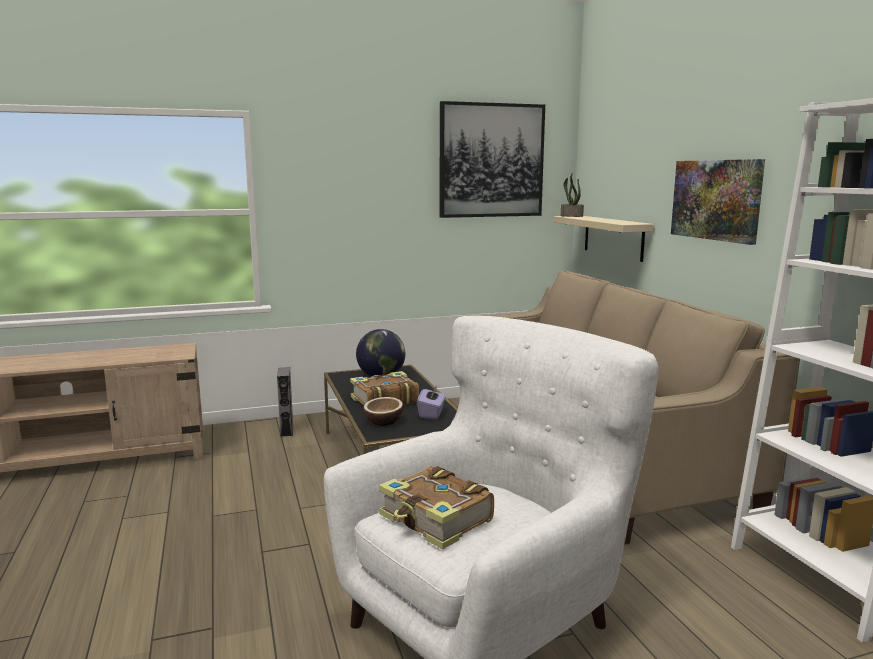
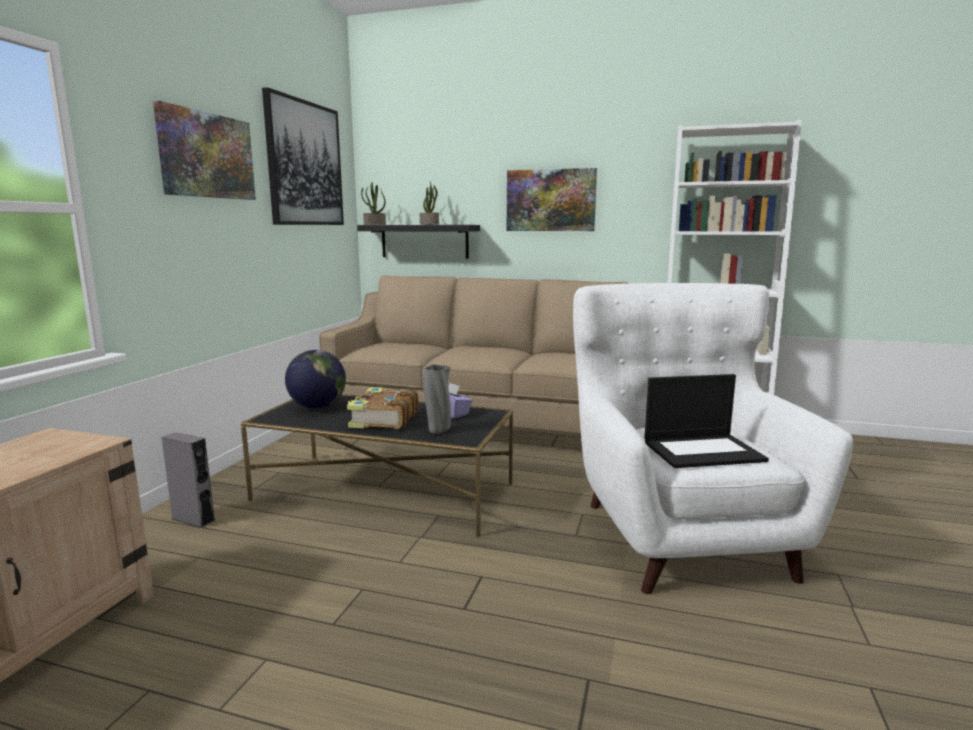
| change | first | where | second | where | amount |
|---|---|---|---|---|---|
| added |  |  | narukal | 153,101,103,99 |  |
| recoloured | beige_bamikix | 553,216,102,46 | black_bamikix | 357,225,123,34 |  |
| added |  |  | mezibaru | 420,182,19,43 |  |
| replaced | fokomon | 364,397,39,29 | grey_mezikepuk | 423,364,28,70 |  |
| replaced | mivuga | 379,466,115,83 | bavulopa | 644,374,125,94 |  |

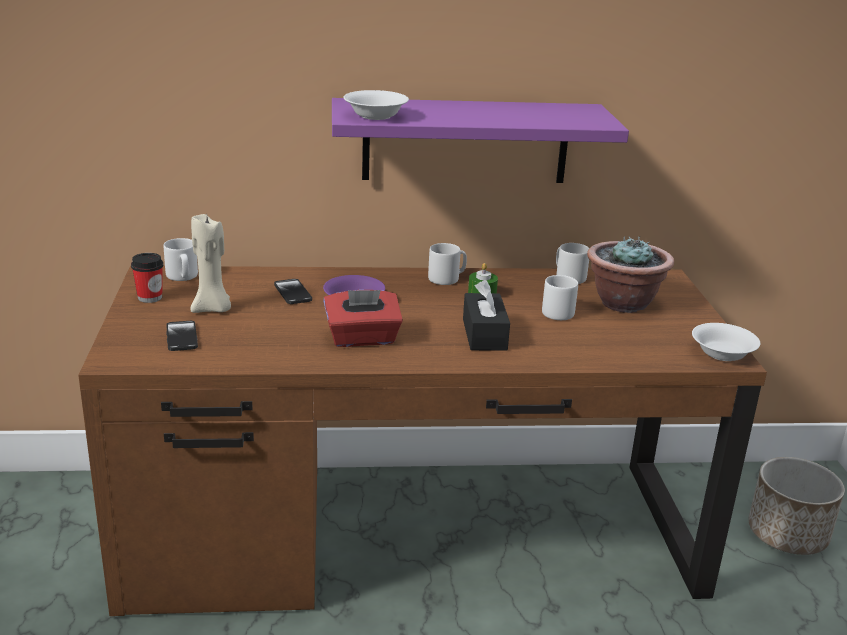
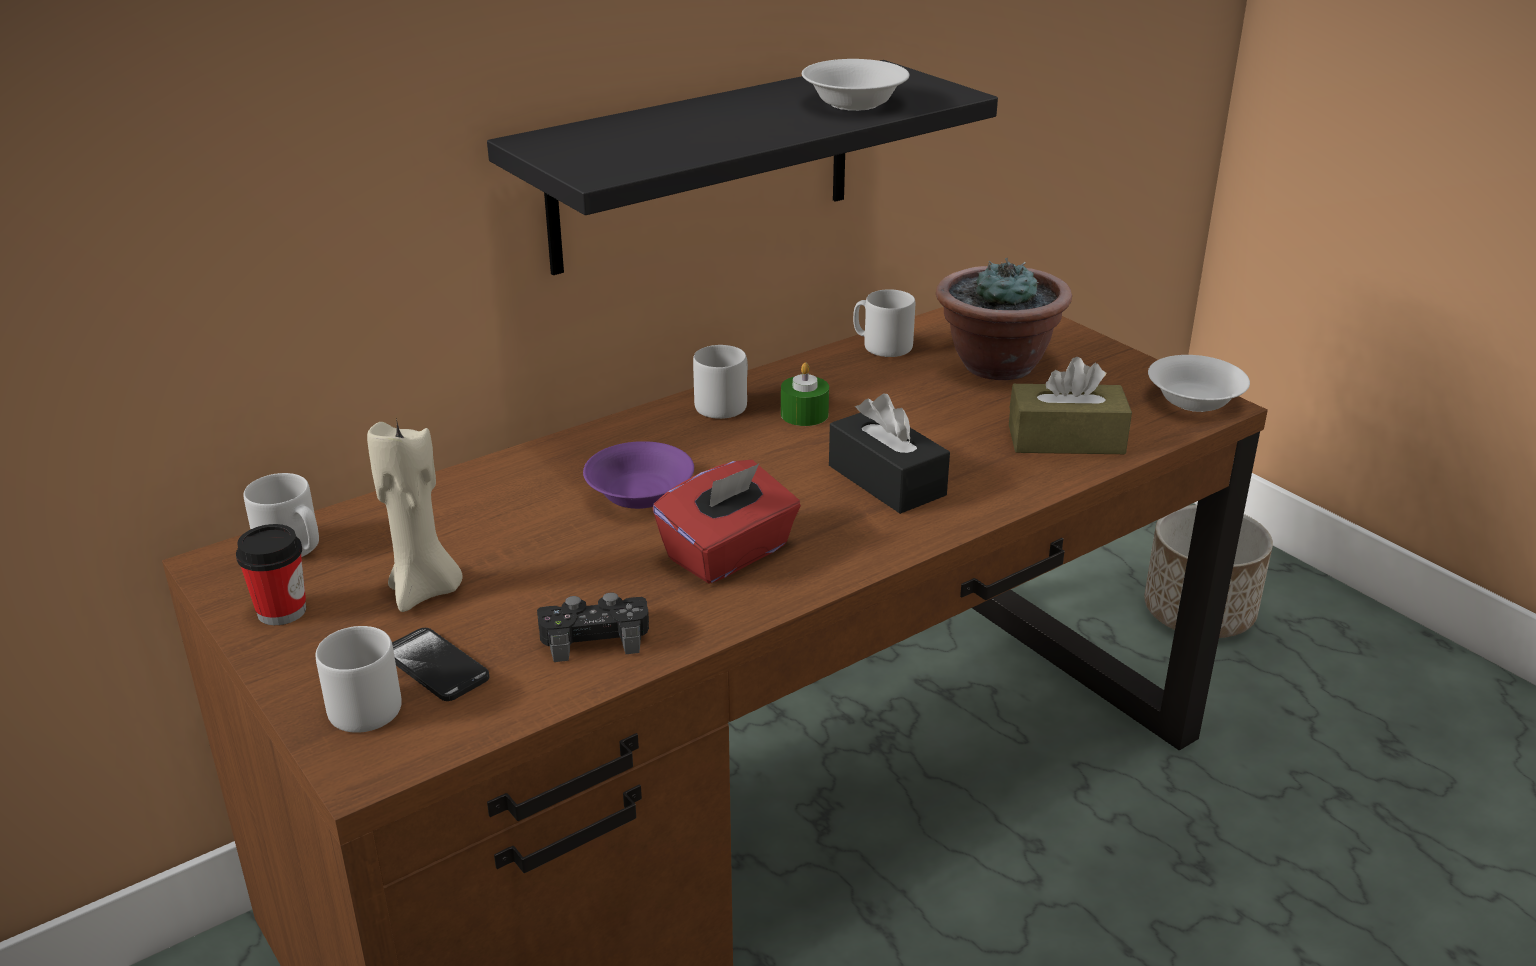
| change | first | where | second | where | amount |
|---|---|---|---|---|---|
| moved | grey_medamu | 542,275,36,45 |  | 316,626,86,107 |  |
| recoloured | purple_bamikix | 332,98,297,85 | black_bamikix | 487,60,511,215 |  |
| added |  |  | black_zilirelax | 537,592,112,70 |  |
| moved | white_fokomon | 343,90,66,30 |  | 802,59,107,52 |  |
| added |  |  | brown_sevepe | 1009,357,123,97 |  |
| removed | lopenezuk | 274,279,38,25 |  |  |  |

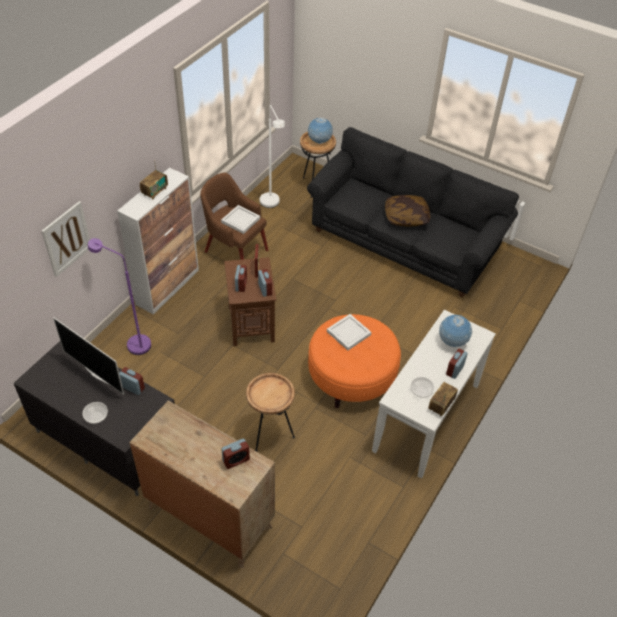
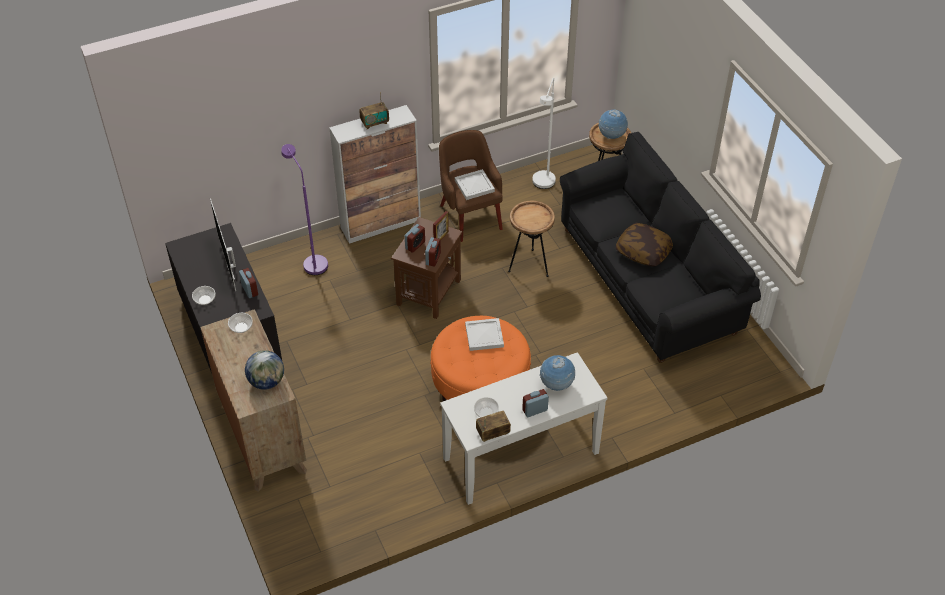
| change | first | where | second | where | amount |
|---|---|---|---|---|---|
| added |  |  | fokomon | 228,313,25,20 |  |
| replaced | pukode | 222,438,28,31 | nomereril | 245,350,39,40 |  |
| moved | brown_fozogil | 246,373,49,78 |  | 508,201,47,76 |  |
| removed | narukal | 42,201,48,76 |  |  |  |

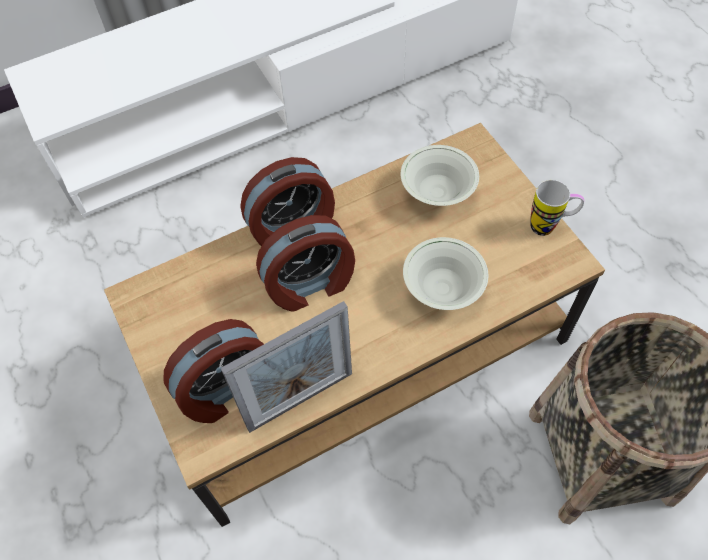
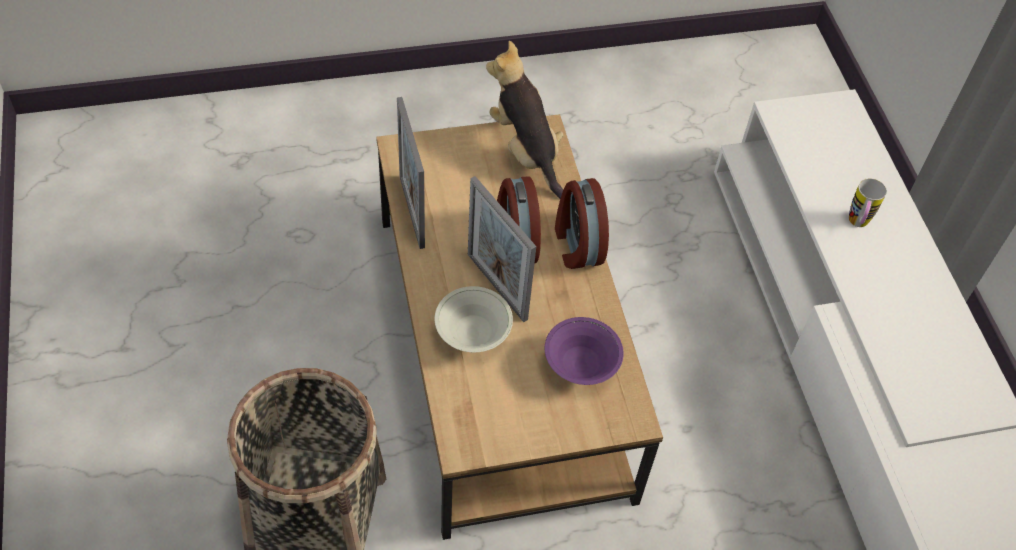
| change | first | where | second | where | amount |
|---|---|---|---|---|---|
| added |  |  | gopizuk | 468,176,68,146 |  |
| added |  |  | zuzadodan | 486,41,78,158 |  |
| recoloured | white_fokomon | 401,145,78,61 | purple_fokomon | 545,317,79,68 |  |
| moved | medamu | 530,180,54,56 |  | 849,178,38,49 |  |
| removed | pukode | 164,319,100,104 |  |  |  |

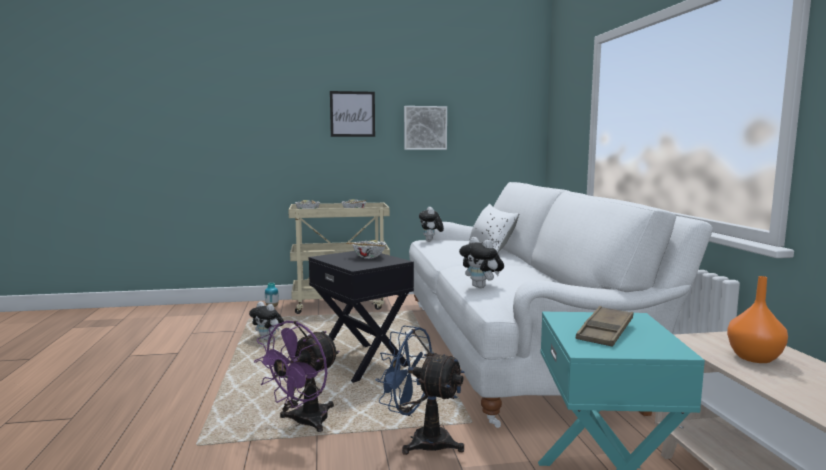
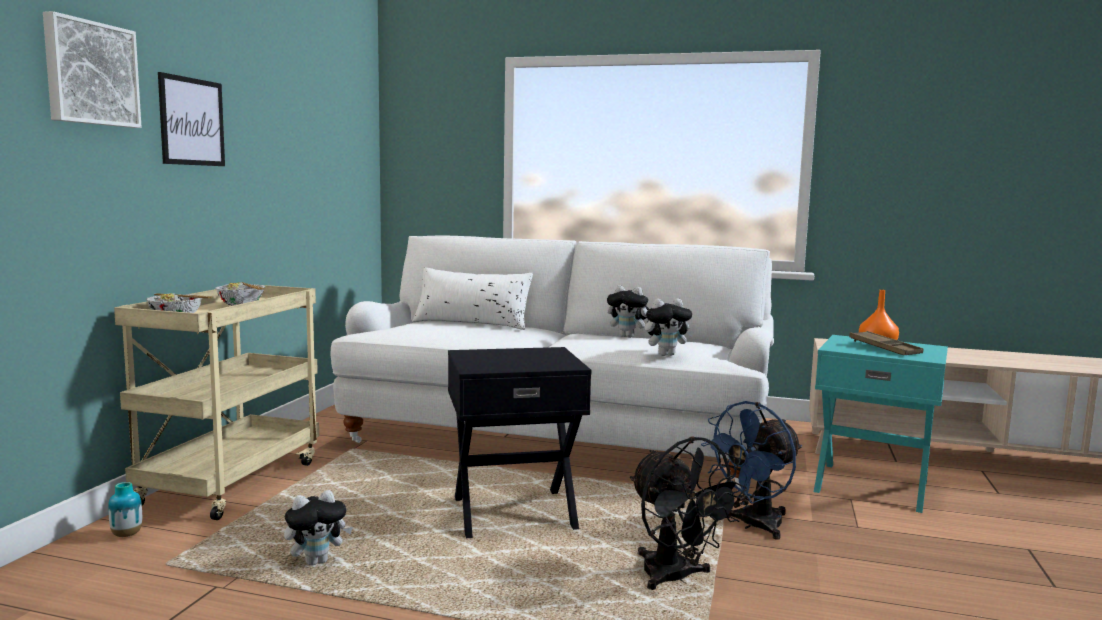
| change | first | where | second | where | amount |
|---|---|---|---|---|---|
| moved | narukal | 404,106,43,44 |  | 43,11,98,117 |  |
| moved | zuzadodan | 419,207,25,34 |  | 607,285,42,53 |  |
| recoloured | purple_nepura | 254,321,85,111 | black_nepura | 630,436,117,154 |  |
| removed | fokomon | 346,240,40,19 |  |  |  |

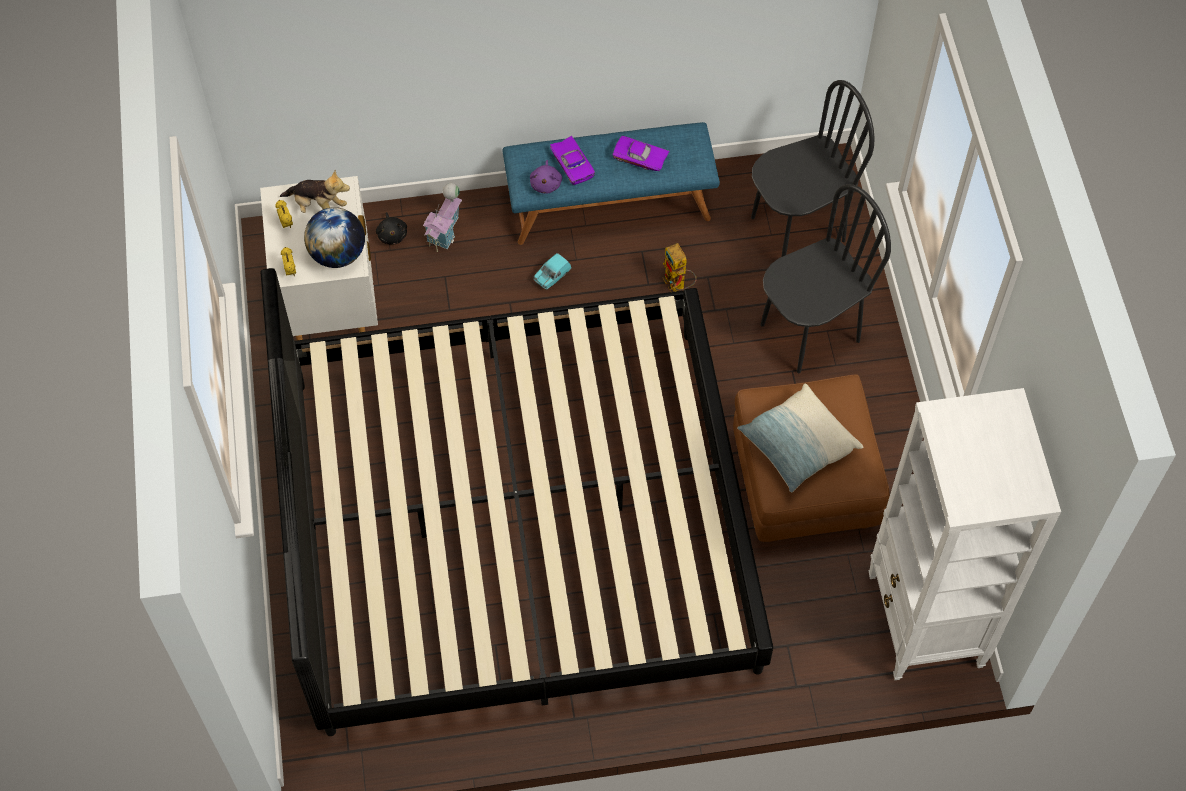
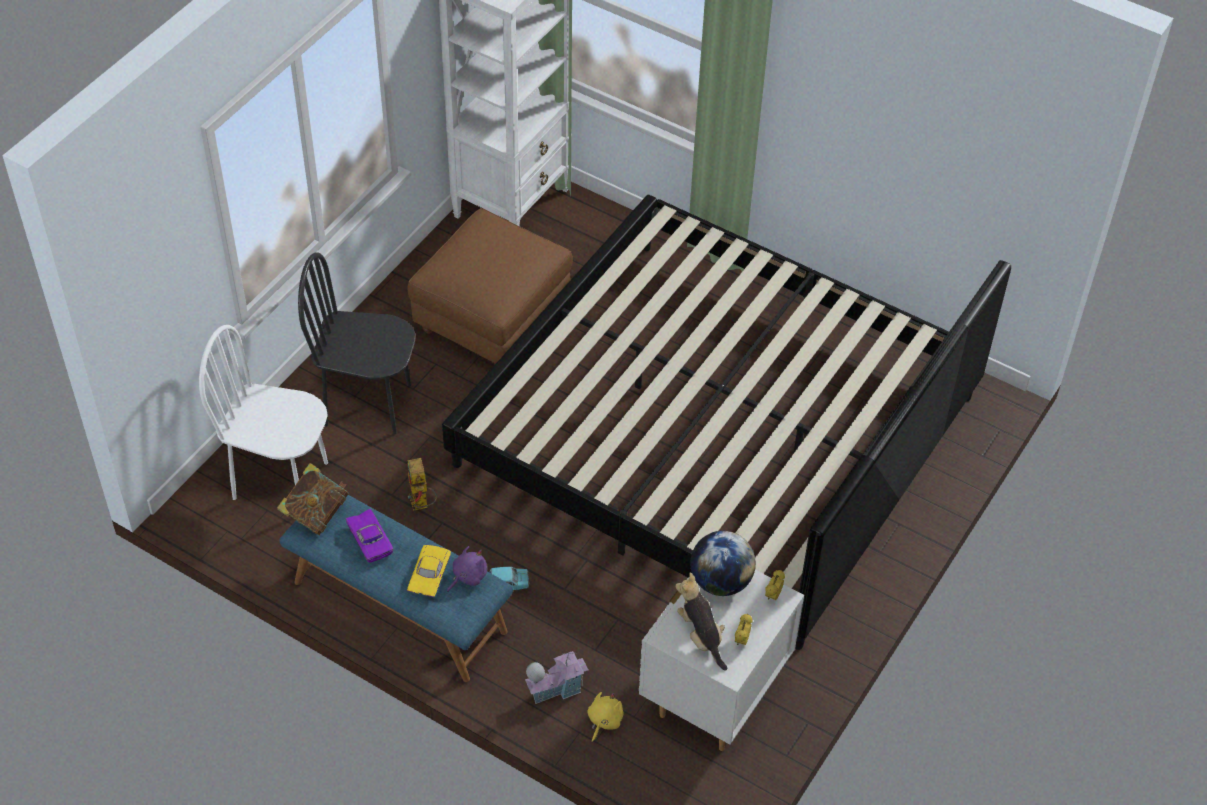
| change | first | where | second | where | amount |
|---|---|---|---|---|---|
| recoloured | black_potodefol | 751,80,124,177 | white_potodefol | 199,325,129,175 |  |
| added |  |  | mivuga | 277,463,72,72 |  |
| turned | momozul | 663,243,34,49 |  | 407,458,30,53 | 150 degrees clockwise |
| recoloured | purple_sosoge | 550,136,45,49 | yellow_sosoge | 407,545,44,52 |  |
| recoloured | black_zuzadodan | 376,212,31,33 | yellow_zuzadodan | 587,692,37,50 |  |
| removed | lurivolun | 737,384,127,108 |  |  |  |

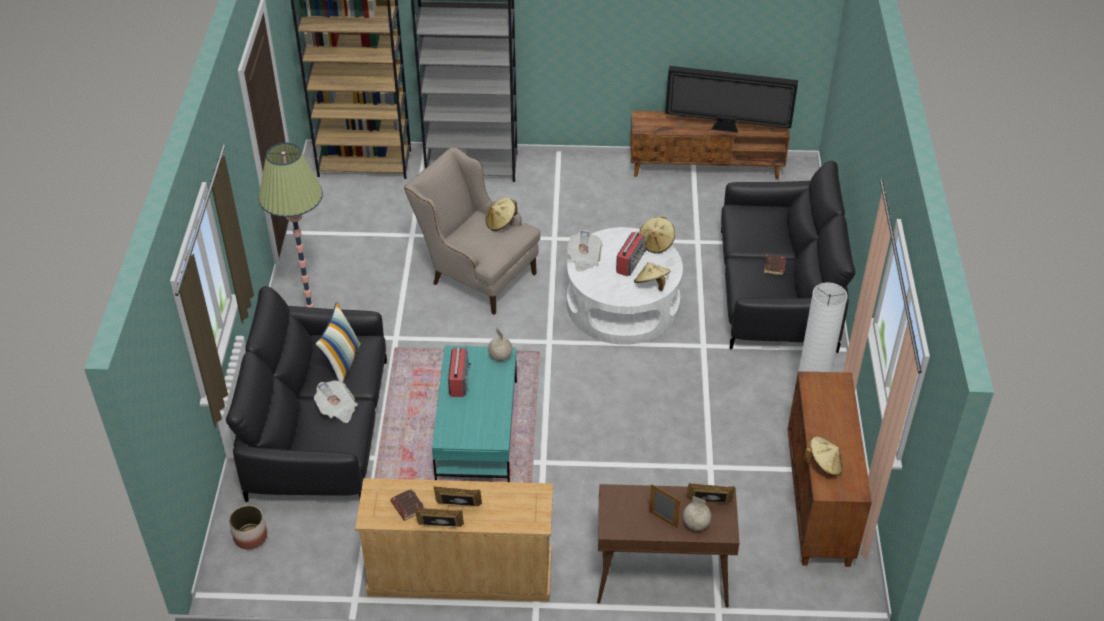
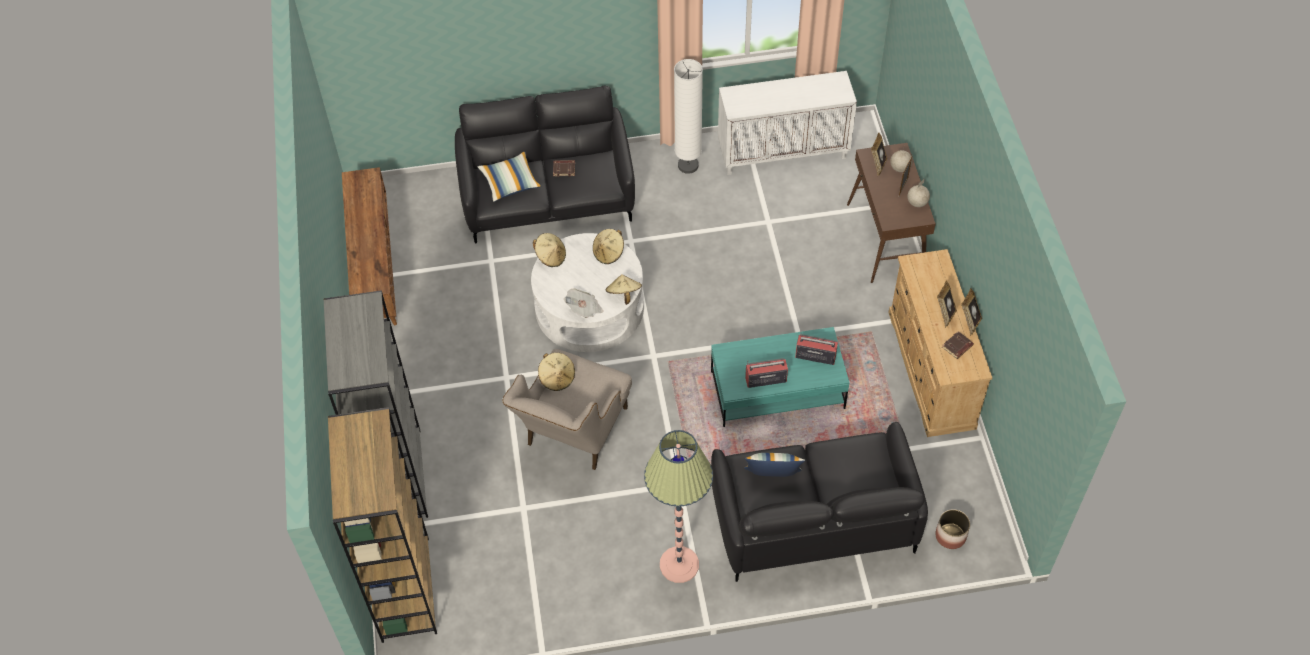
| change | first | where | second | where | amount |
|---|---|---|---|---|---|
| added |  |  | lurivolun | 478,152,63,50 |  |
| moved | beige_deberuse | 804,436,39,40 |  | 606,274,36,31 |  |
| recoloured | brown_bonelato | 788,371,84,196 | white_bonelato | 718,71,139,104 |  |
| moved | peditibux | 616,232,30,45 |  | 795,333,43,32 |  |
| moved | nomereril | 488,328,24,33 |  | 908,178,22,29 |  |
| removed | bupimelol | 314,380,44,43 |  |  |  |
| removed | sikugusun | 665,66,133,67 |  |  |  |

